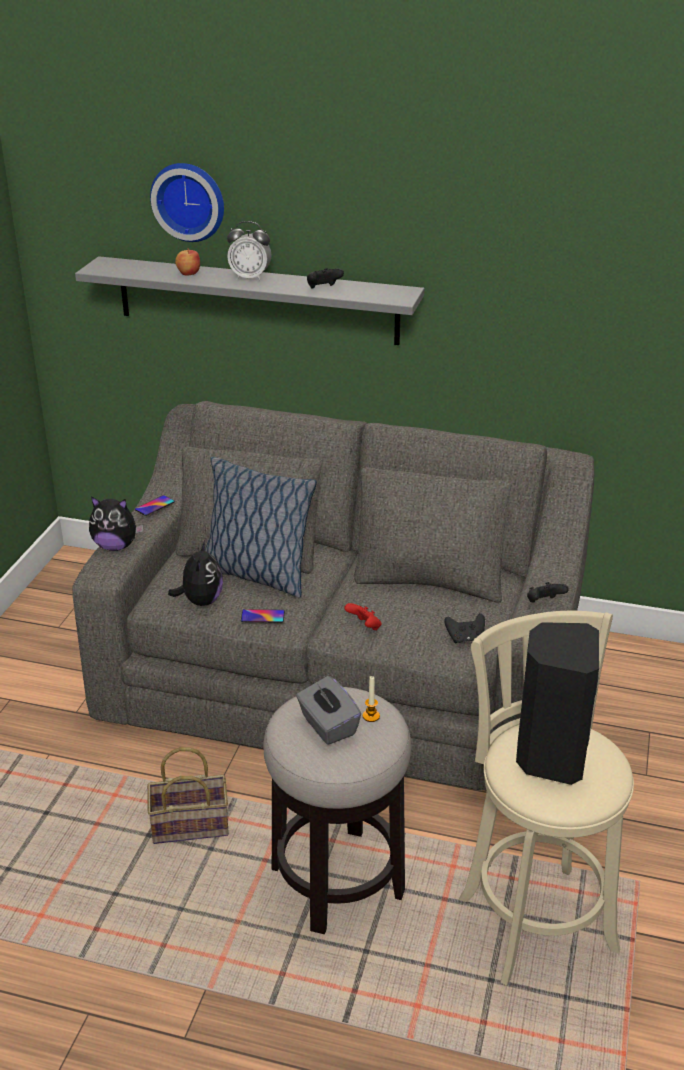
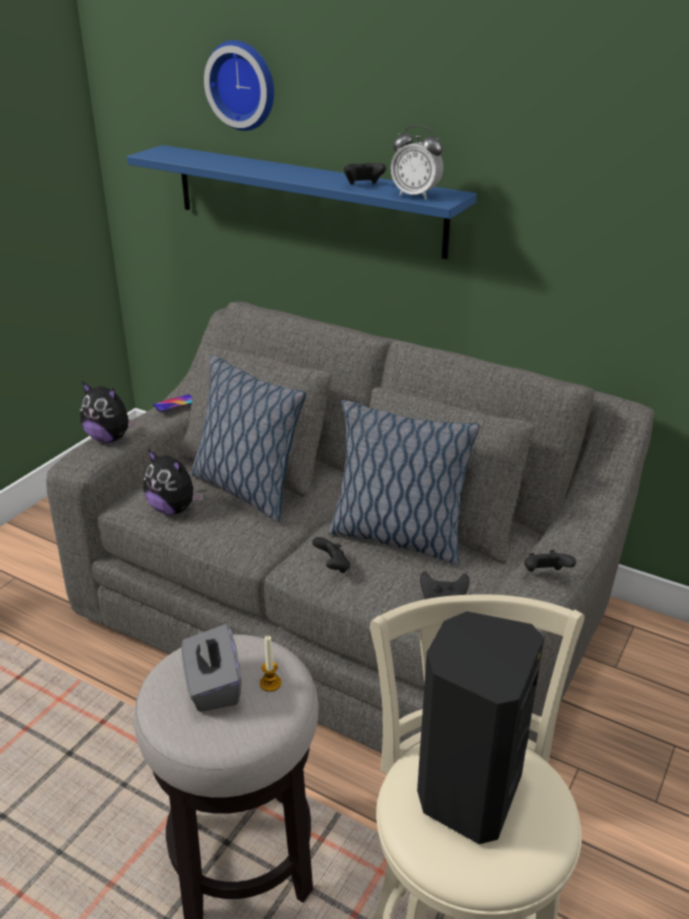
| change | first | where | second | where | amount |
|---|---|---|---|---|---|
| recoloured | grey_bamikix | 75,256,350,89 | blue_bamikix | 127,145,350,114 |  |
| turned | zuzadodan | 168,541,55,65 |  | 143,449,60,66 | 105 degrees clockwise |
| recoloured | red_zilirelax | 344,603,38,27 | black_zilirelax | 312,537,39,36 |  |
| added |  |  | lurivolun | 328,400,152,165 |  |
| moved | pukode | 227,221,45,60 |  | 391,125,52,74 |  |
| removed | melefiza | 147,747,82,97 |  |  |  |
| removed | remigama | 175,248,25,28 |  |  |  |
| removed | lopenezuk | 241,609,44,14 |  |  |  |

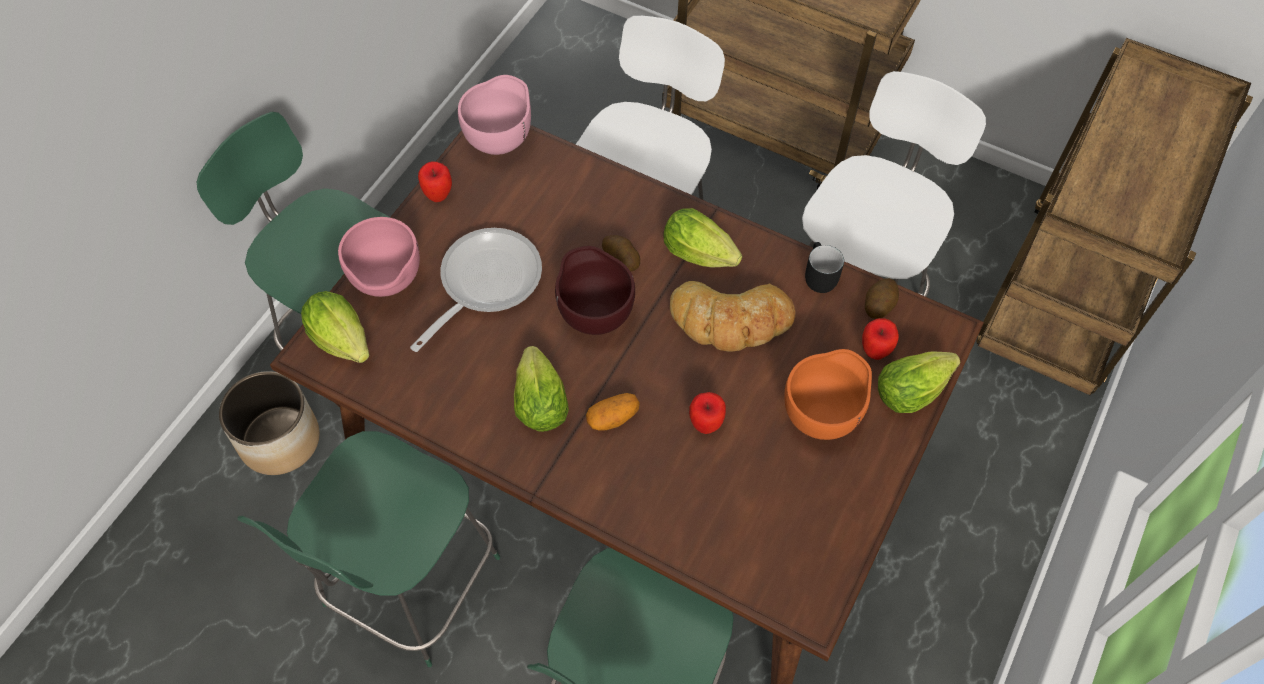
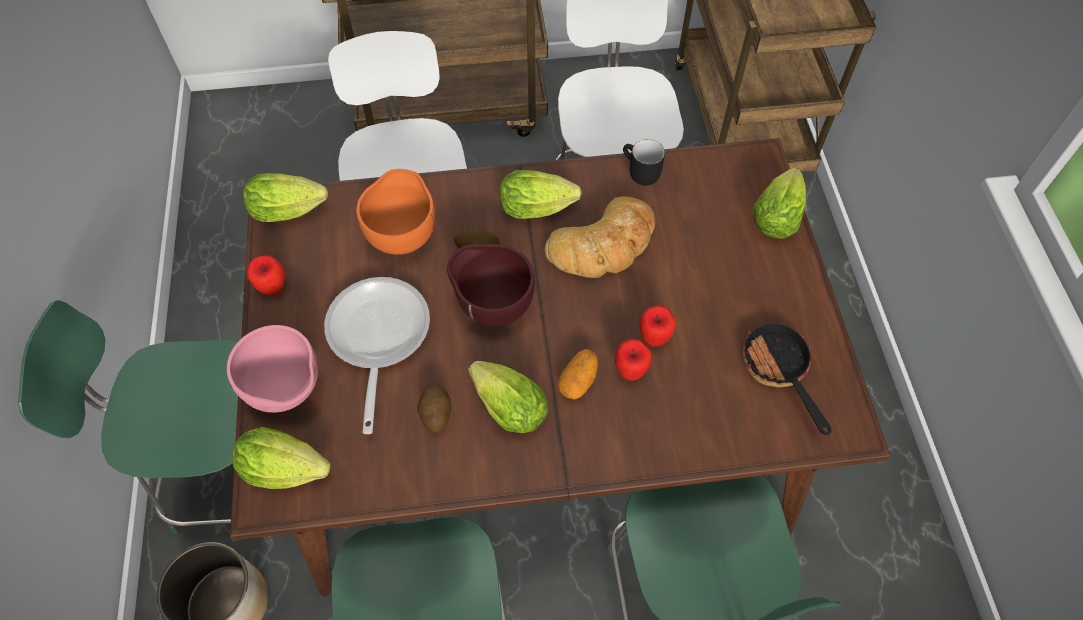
| change | first | where | second | where | amount |
|---|---|---|---|---|---|
| replaced | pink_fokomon | 458,75,73,80 | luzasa | 243,173,85,49 |  |
| moved | orange_fokomon | 785,349,87,91 |  | 357,169,78,86 |  |
| moved | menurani | 865,278,34,41 |  | 417,383,35,50 |  |
| moved | remigama | 862,318,37,42 |  | 615,339,37,42 |  |
| added |  |  | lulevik | 742,323,90,112 |  |

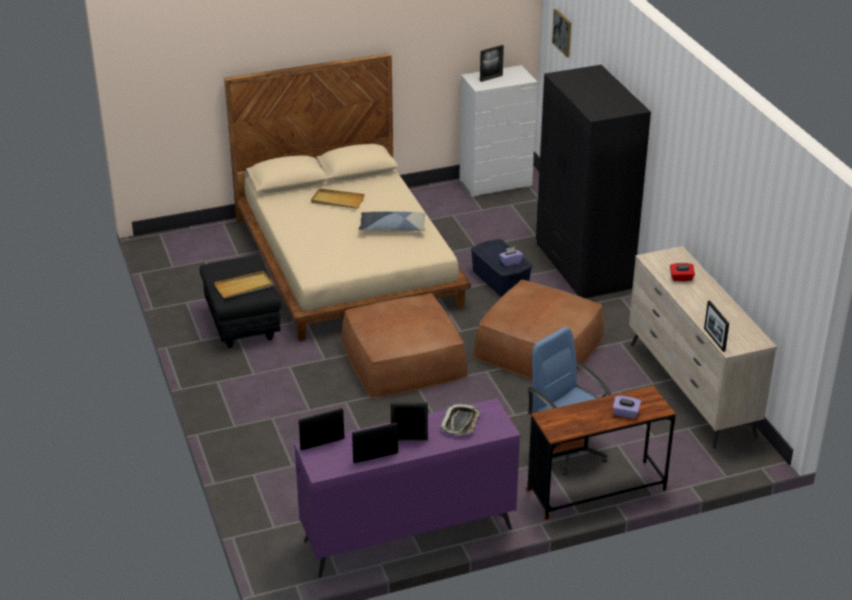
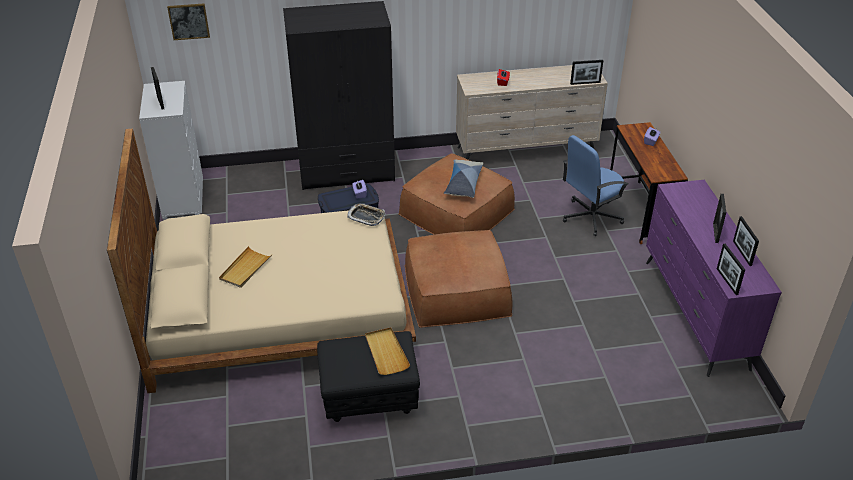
| change | first | where | second | where | amount |
|---|---|---|---|---|---|
| moved | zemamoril | 440,404,41,31 |  | 347,203,38,23 |  |
| moved | lurivolun | 358,212,68,20 |  | 444,159,40,39 |  |

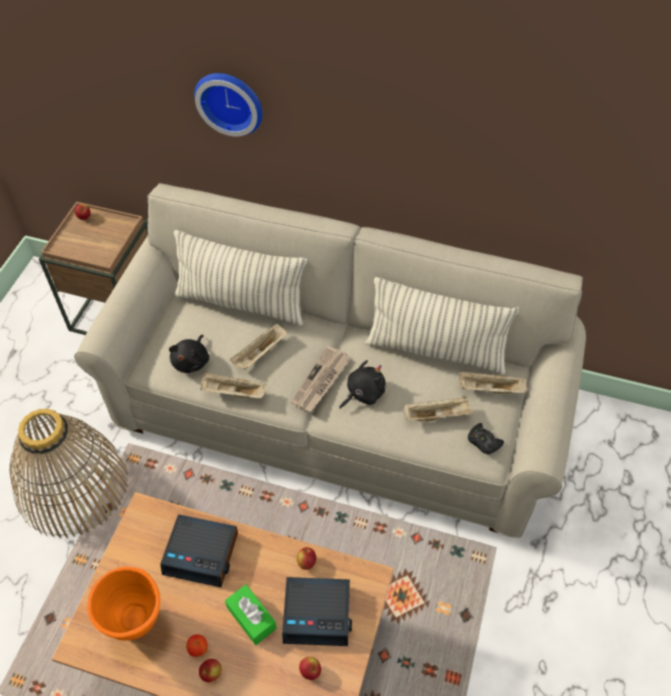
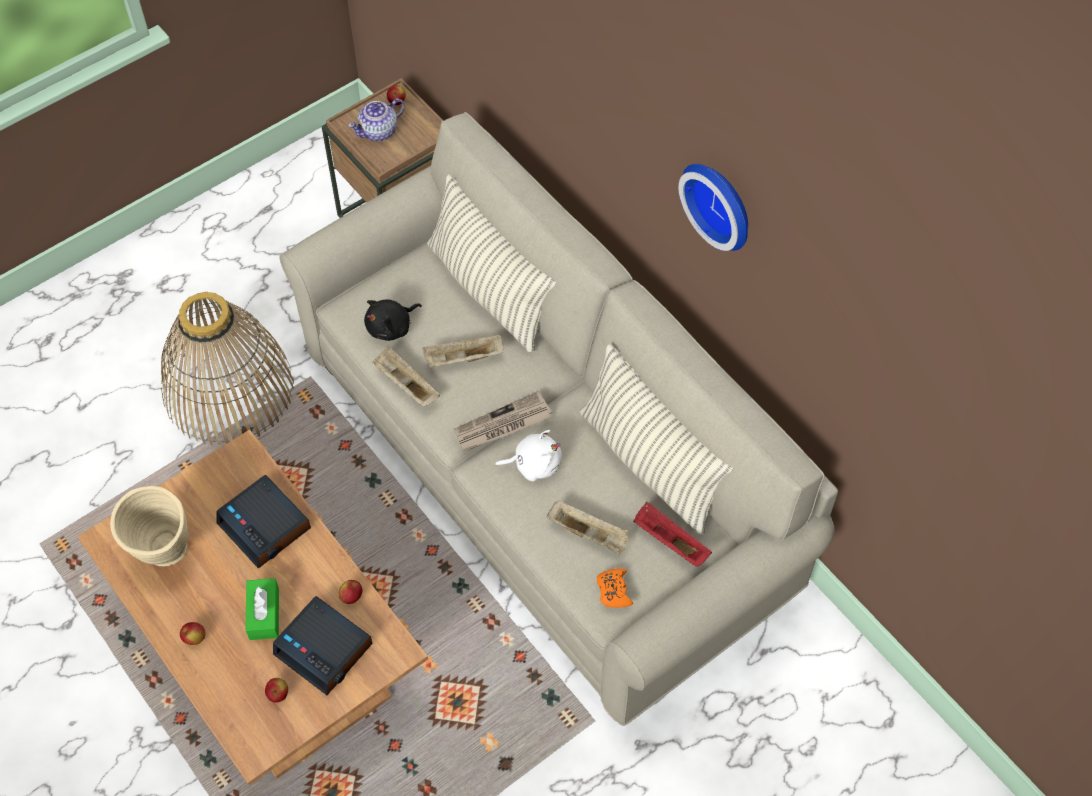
| change | first | where | second | where | amount |
|---|---|---|---|---|---|
| recoloured | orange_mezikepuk | 87,567,73,74 | beige_mezikepuk | 110,486,79,80 |  |
| added |  |  | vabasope | 348,98,57,43 |  |
| recoloured | black_zuzadodan | 339,360,47,49 | white_zuzadodan | 495,430,67,51 |  |
| recoloured | black_zilirelax | 468,423,36,31 | orange_zilirelax | 597,568,36,40 |  |
| recoloured | beige_zemamoril | 459,371,67,23 | red_zemamoril | 633,502,79,65 |  |
| moved | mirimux | 194,73,68,64 |  | 679,164,69,87 |  |
| removed | remigama | 186,634,22,23 |  |  |  |

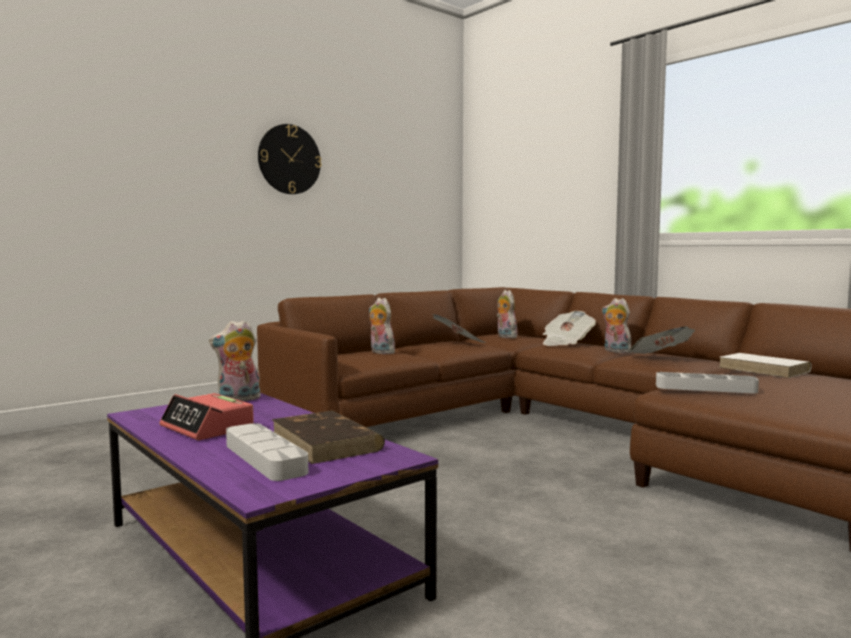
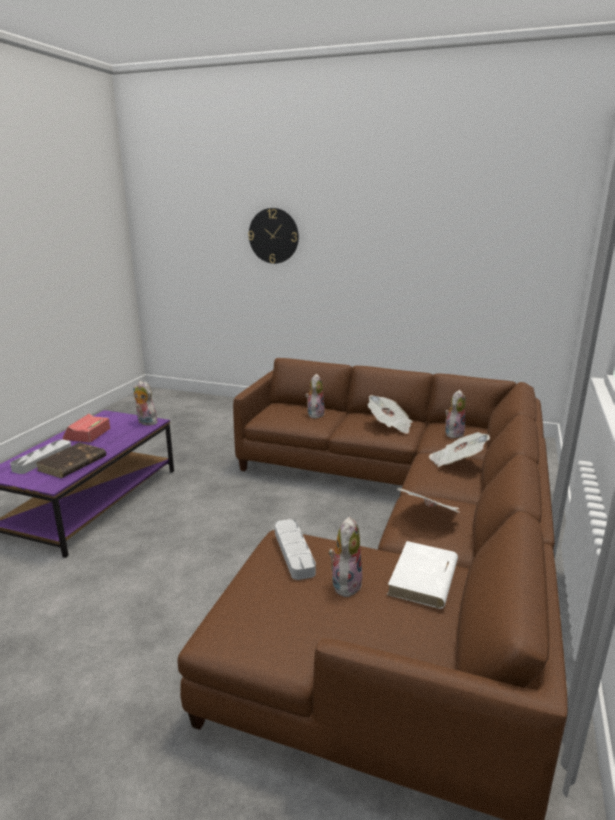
| change | first | where | second | where | amount |
|---|---|---|---|---|---|
| moved | mirimux | 258,124,64,70 |  | 248,208,51,56 |  |
| moved | zuzadodan | 602,298,29,55 |  | 329,517,33,80 |  |

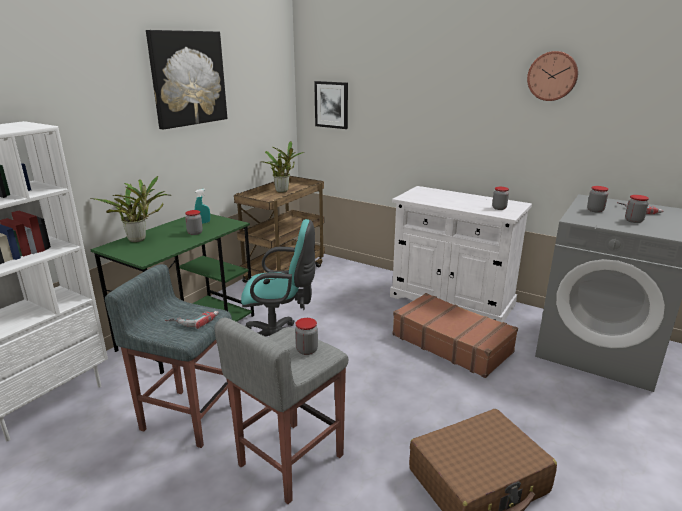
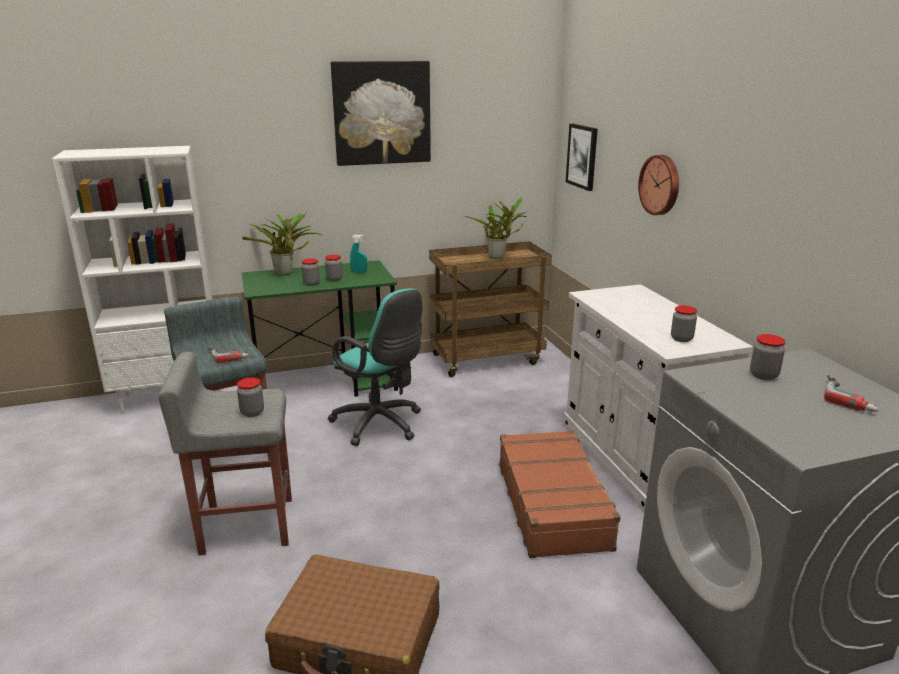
| change | first | where | second | where | amount |
|---|---|---|---|---|---|
| moved | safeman | 625,195,24,28 |  | 302,259,18,27 |  |
| moved | mirimux | 527,51,51,50 |  | 638,155,41,60 |  |

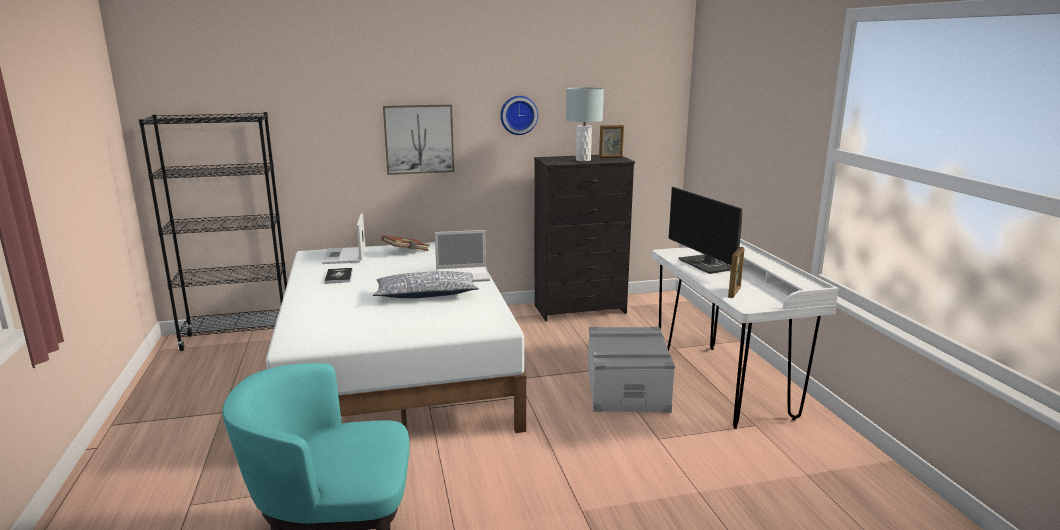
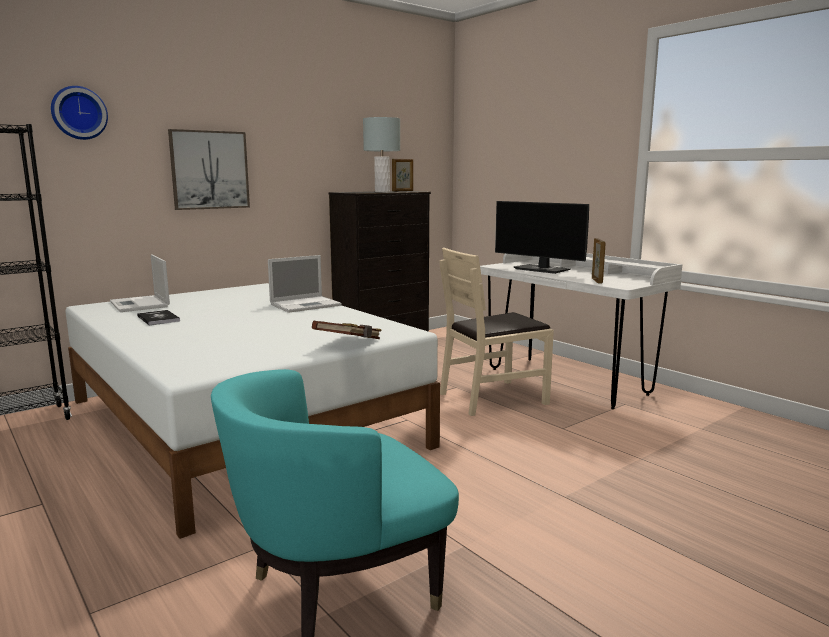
| change | first | where | second | where | amount |
|---|---|---|---|---|---|
| moved | mirimux | 500,96,38,39 |  | 51,86,57,54 |  |
| moved | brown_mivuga | 381,235,49,16 |  | 312,321,70,18 |  |
| replaced | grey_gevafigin | 588,327,87,86 | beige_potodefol | 440,248,114,168 |  |
| removed | lurivolun | 373,271,106,27 |  |  |  |

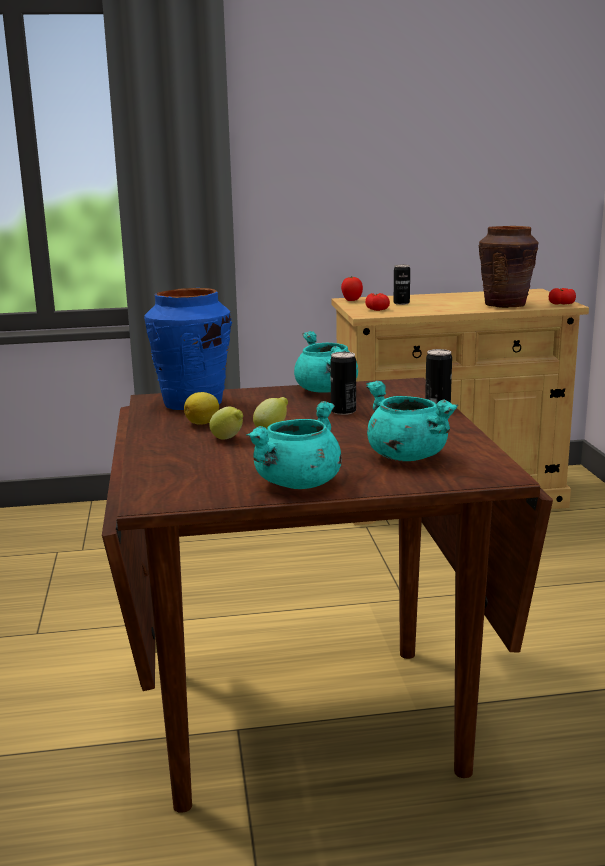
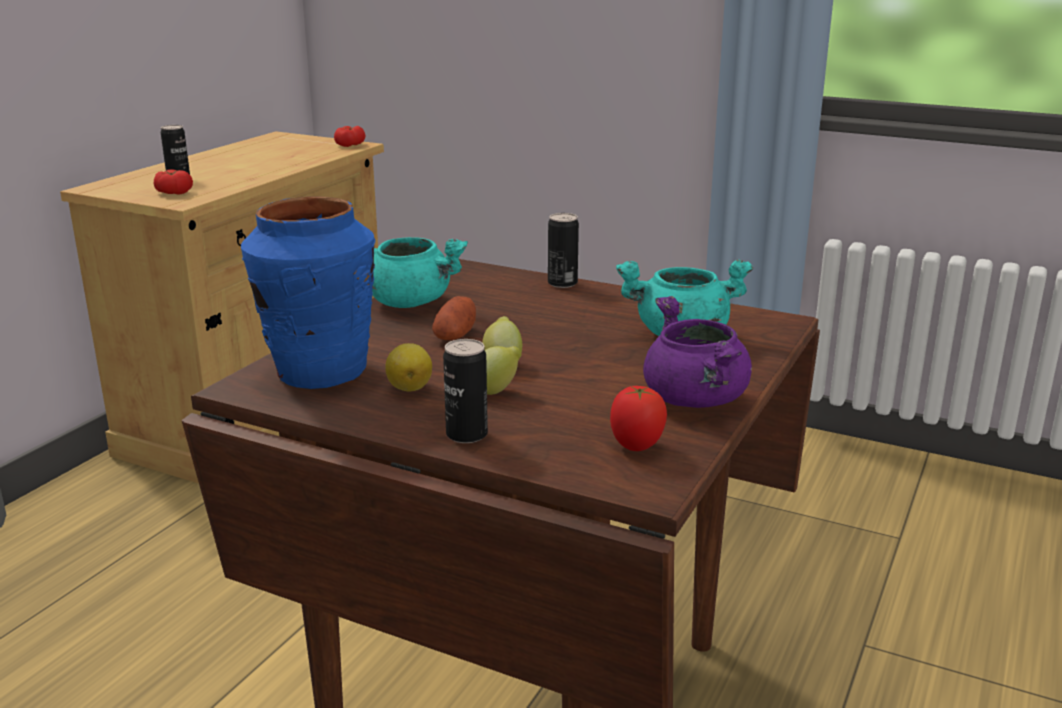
| change | first | where | second | where | amount |
|---|---|---|---|---|---|
| added |  |  | menurani | 432,296,44,44 |  |
| moved | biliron | 330,352,26,63 |  | 443,339,45,104 |  |
| moved | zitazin | 341,276,22,25 |  | 610,386,57,65 |  |
| recoloured | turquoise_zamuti | 246,401,96,88 | purple_zamuti | 643,296,109,112 |  |
| removed | brown_mezikepuk | 479,226,59,82 |  |  |  |

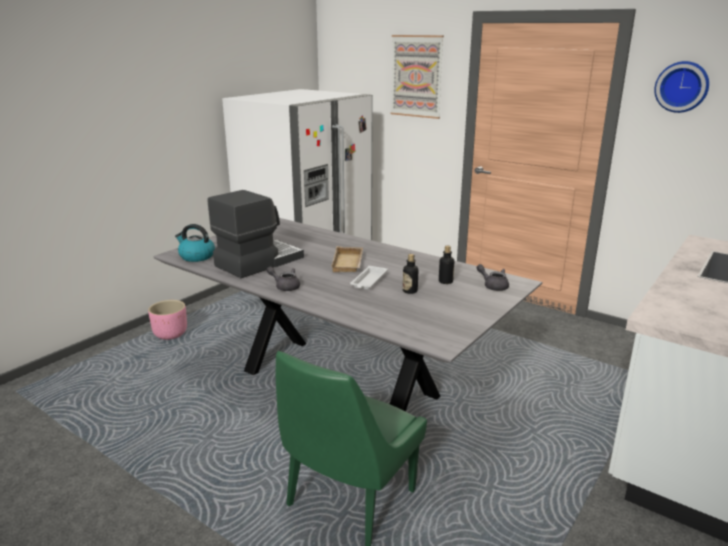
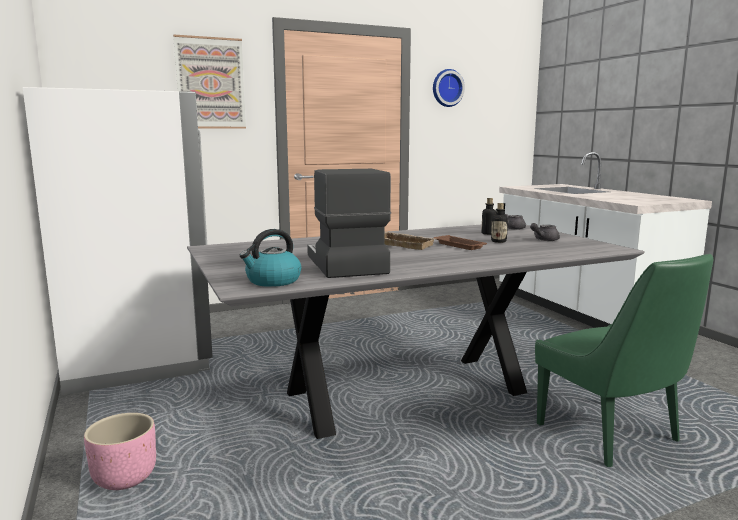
| change | first | where | second | where | amount |
|---|---|---|---|---|---|
| recoloured | white_zemamoril | 350,266,38,24 | brown_zemamoril | 434,235,53,15 |  |
| moved | grey_vabasope | 266,266,34,25 |  | 530,223,30,18 |  |

